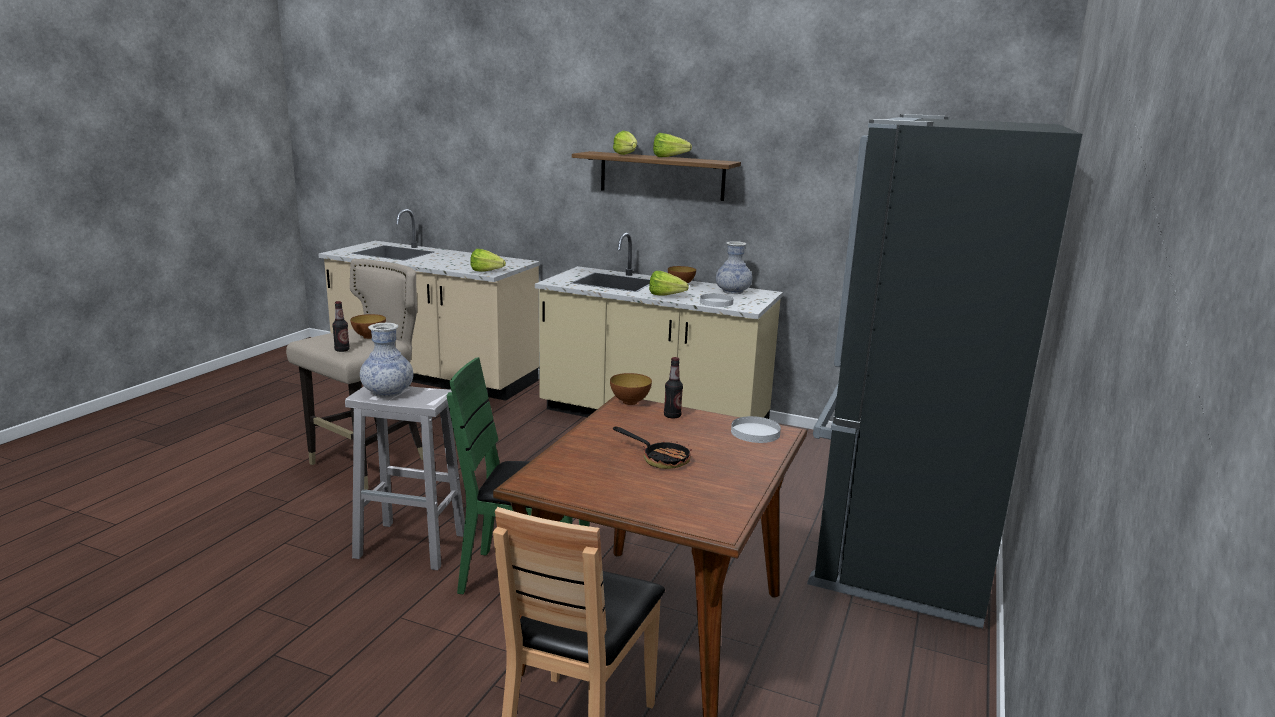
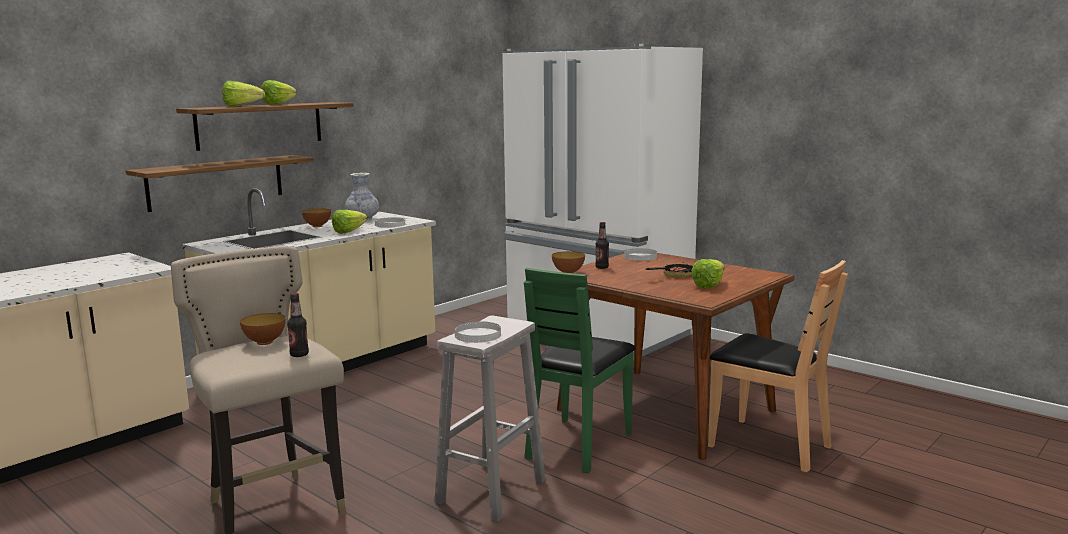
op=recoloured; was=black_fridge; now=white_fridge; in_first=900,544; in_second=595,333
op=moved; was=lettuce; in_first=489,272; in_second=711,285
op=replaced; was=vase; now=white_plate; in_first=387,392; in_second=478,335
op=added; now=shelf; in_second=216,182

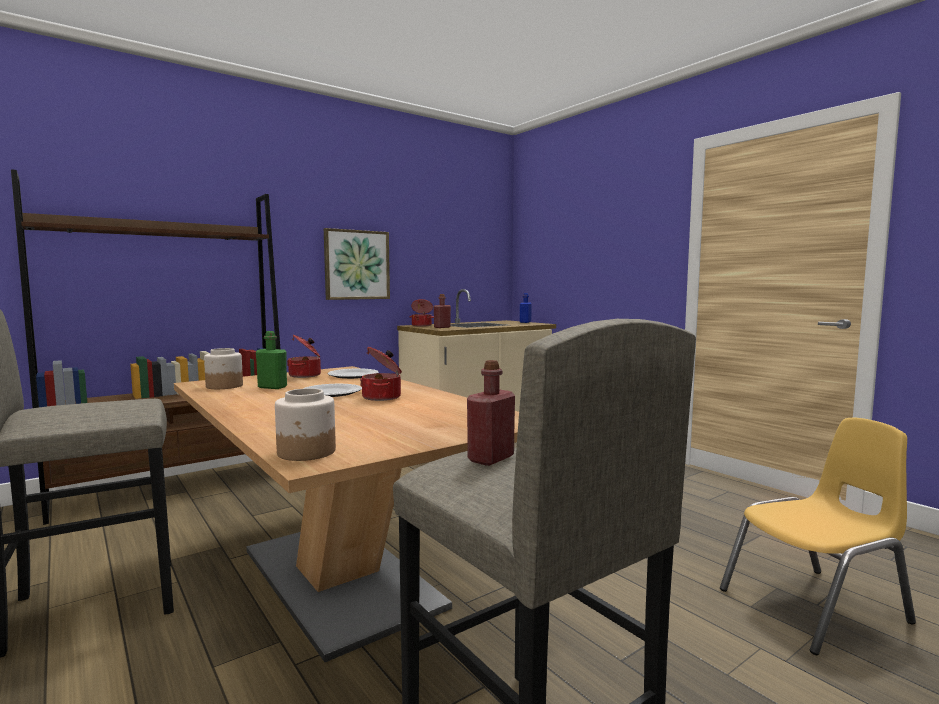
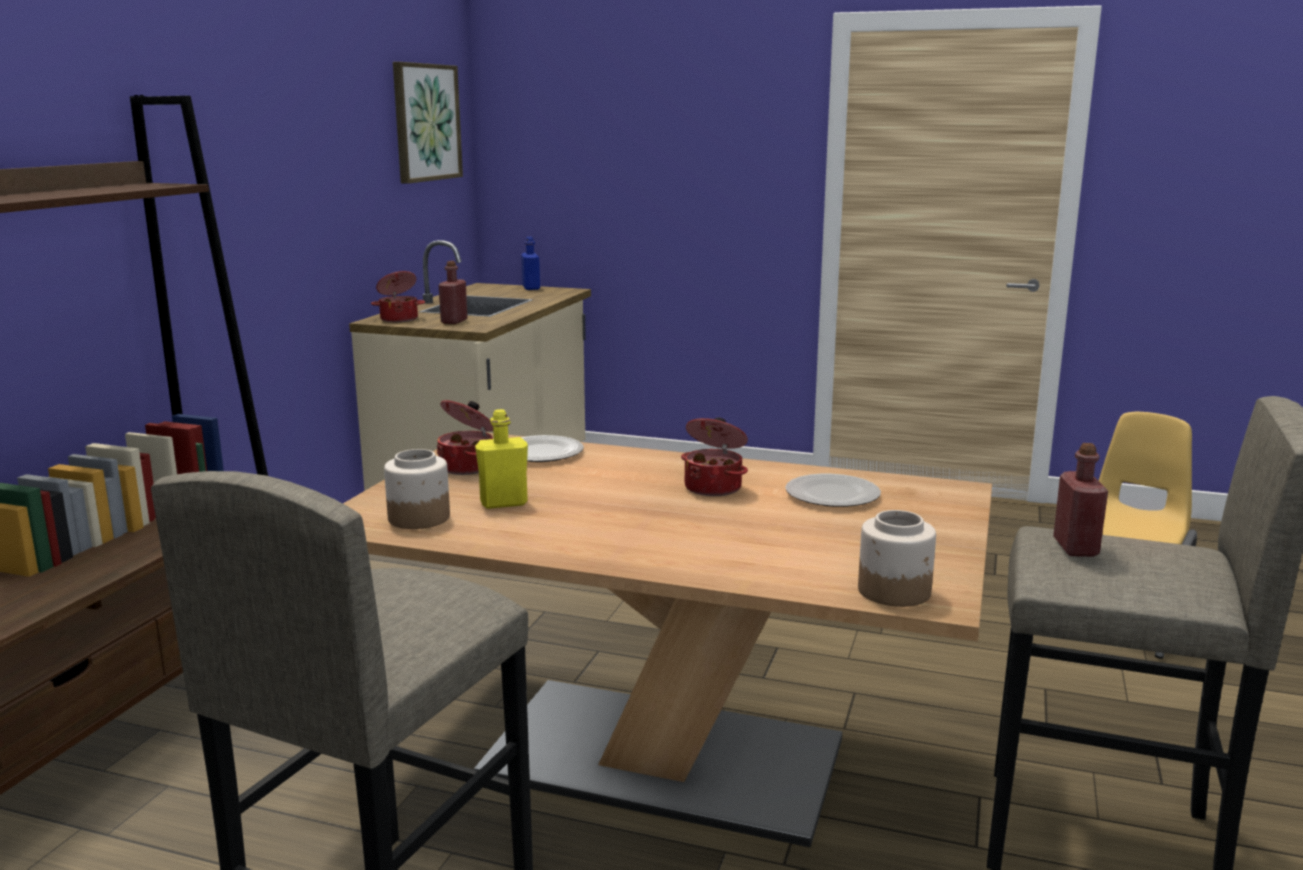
op=moved; was=picture; in_first=356,265; in_second=425,122
op=recoloured; was=green_bottle; now=yellow_bottle; in_first=272,387; in_second=503,503
op=moved; was=plate; in_first=332,393; in_second=833,495

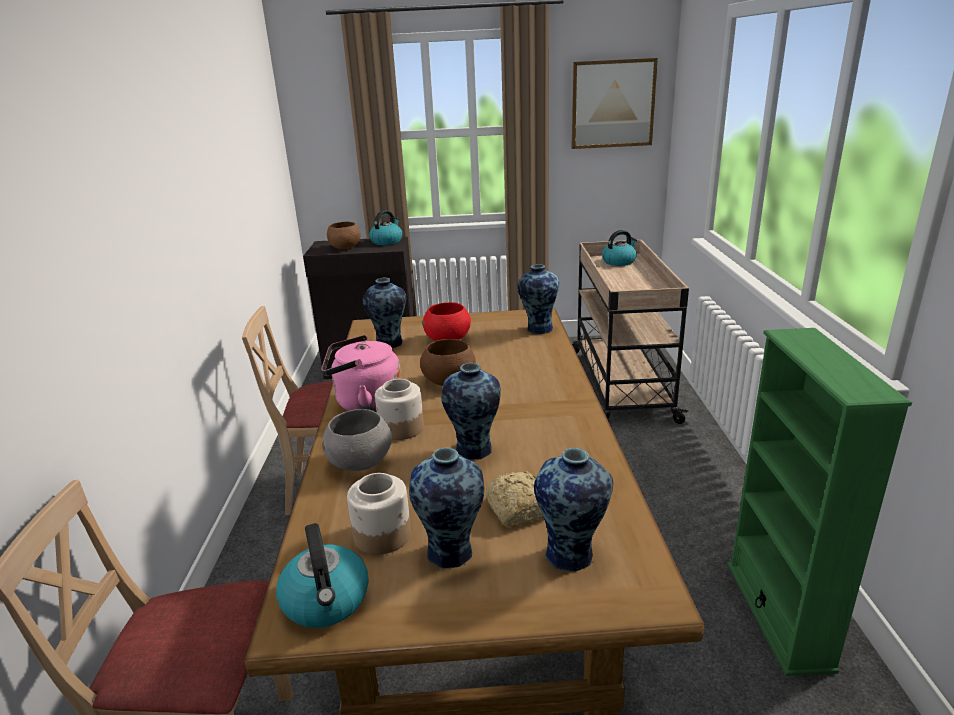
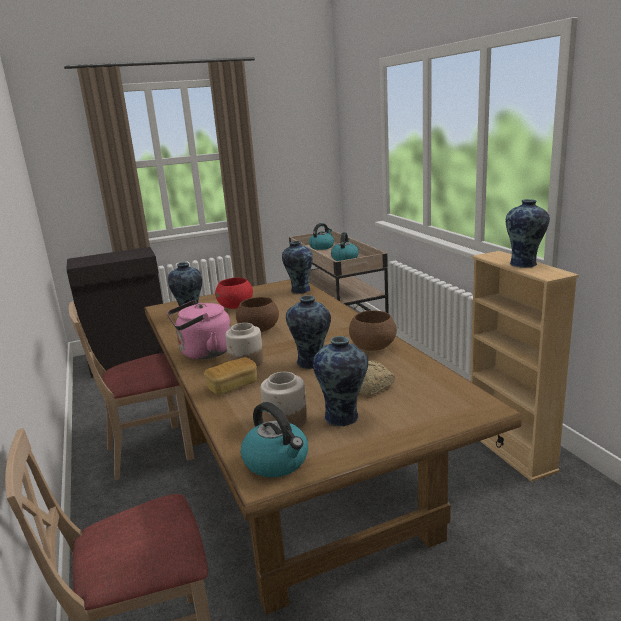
op=removed; was=picture; in_first=612,104
op=moved; was=kettle; in_first=387,241; in_second=345,258
op=moved; was=brown_bowl; in_first=344,248; in_second=372,347
op=recoloured; was=green_bookcase; now=beige_bookcase; in_first=778,614; in_second=510,450
op=replaced; was=grey_bowl; now=bread; in_first=361,463; in_second=232,386
op=moved; was=vase; in_first=572,555; in_second=524,264

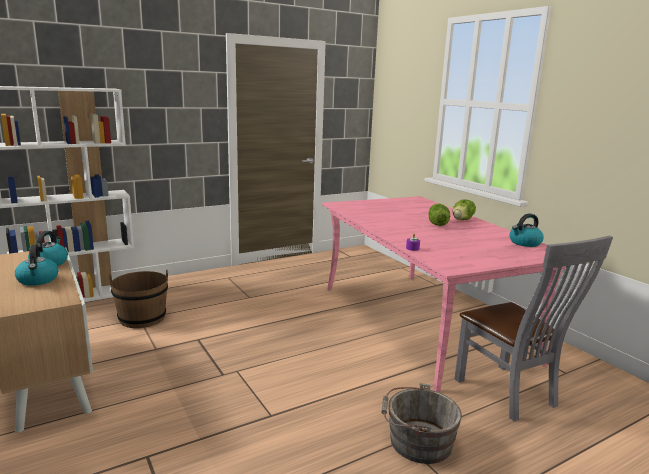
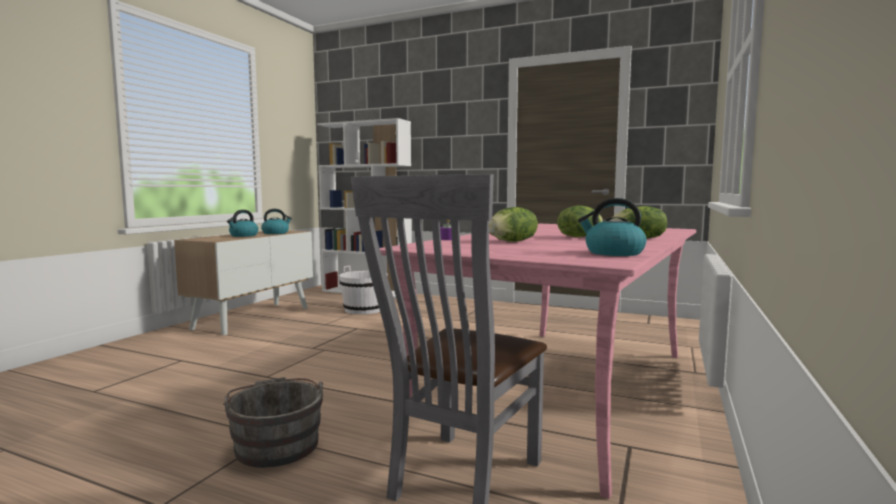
op=recoloured; was=brown_bucket; now=white_bucket; in_first=142,318; in_second=364,309
op=added; now=lettuce; in_second=513,241

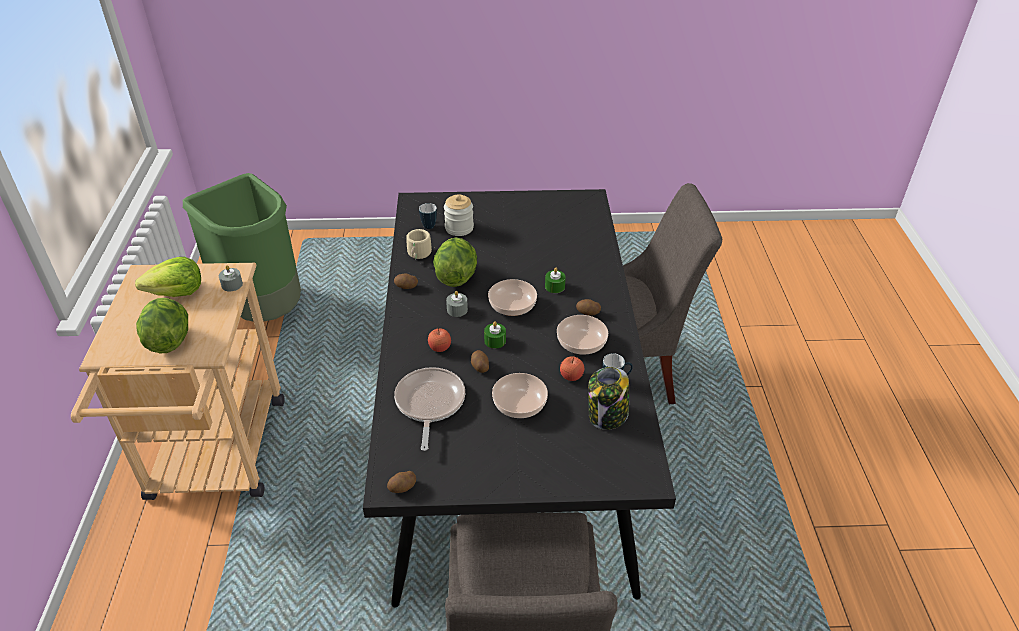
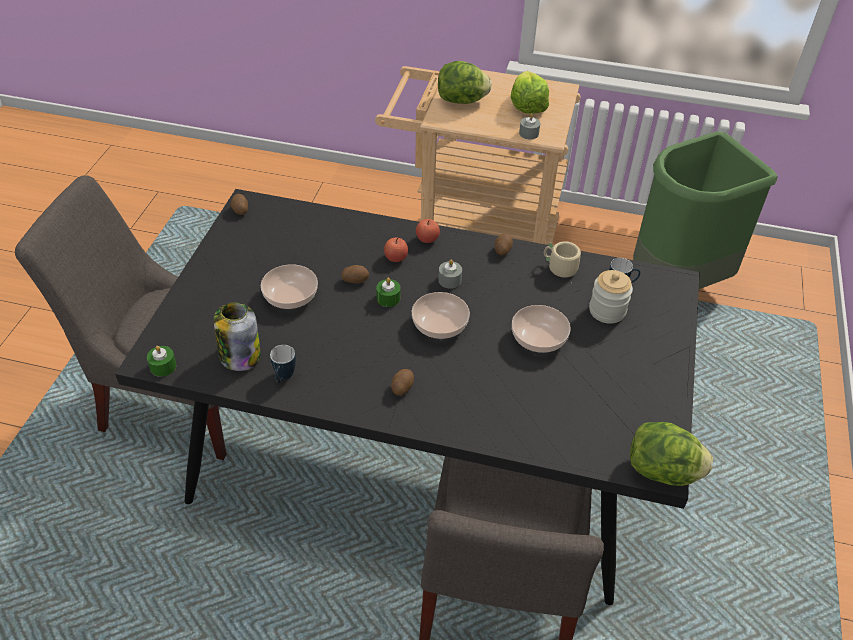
op=moved; was=lettuce; in_first=456,276; in_second=663,471
op=moved; was=green_candle; in_first=554,286; in_second=163,366
op=moved; was=bowl; in_first=582,343; in_second=538,338
op=moved; was=apple; in_first=571,376; in_second=427,239
op=removed; was=frying_pan; in_first=429,404

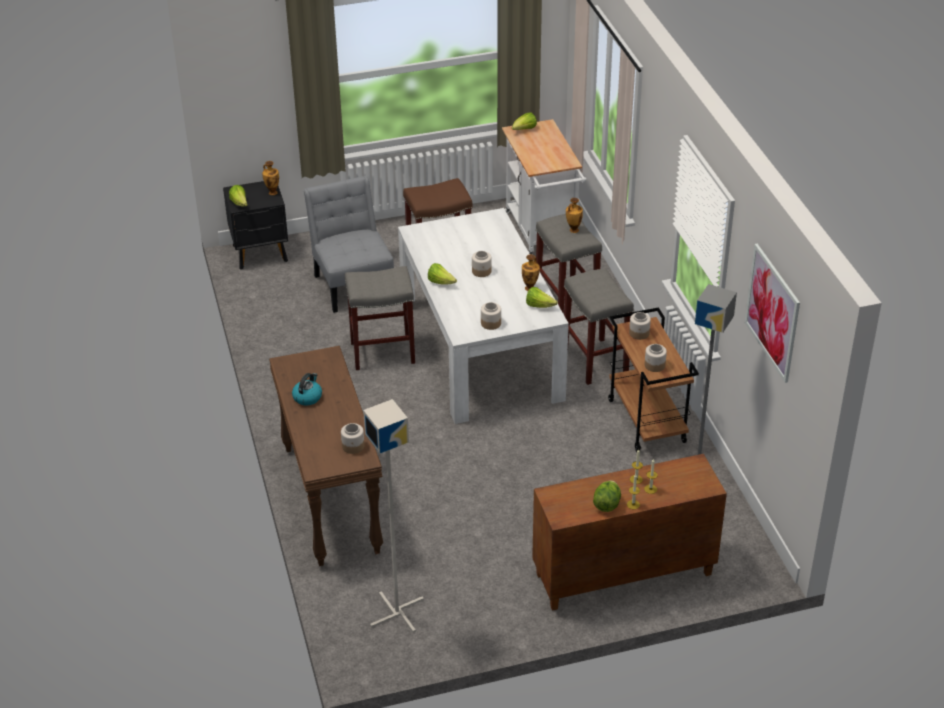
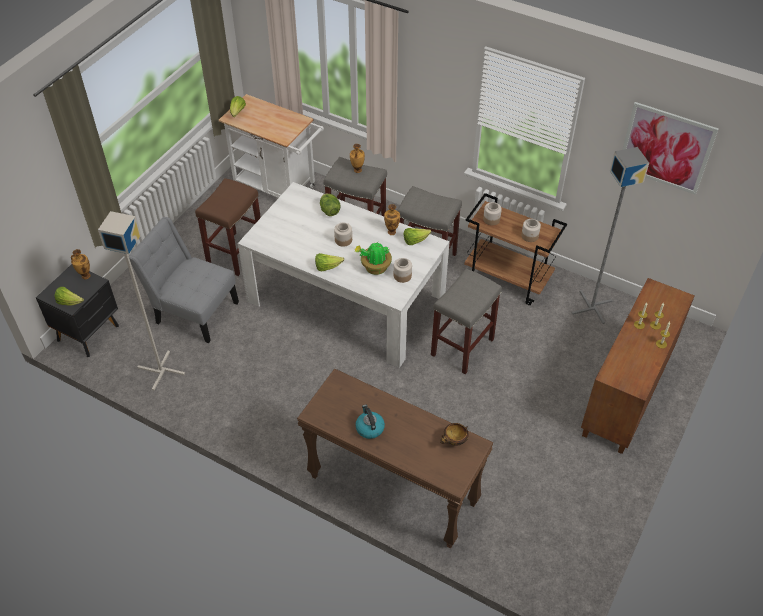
op=moved; was=grey_stool; in_first=381,353; in_second=462,348
op=moved; was=grey_floor_lamp; in_first=397,612; in_second=161,370
op=replaced; was=jar; now=bowl; in_first=353,446; in_second=454,442
op=moved; was=lettuce; in_first=606,504; in_second=329,211
op=added; now=potted_plant; in_second=375,268

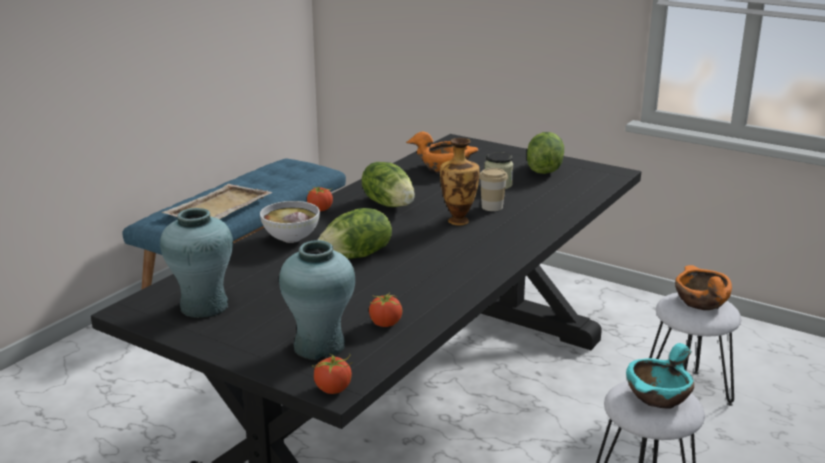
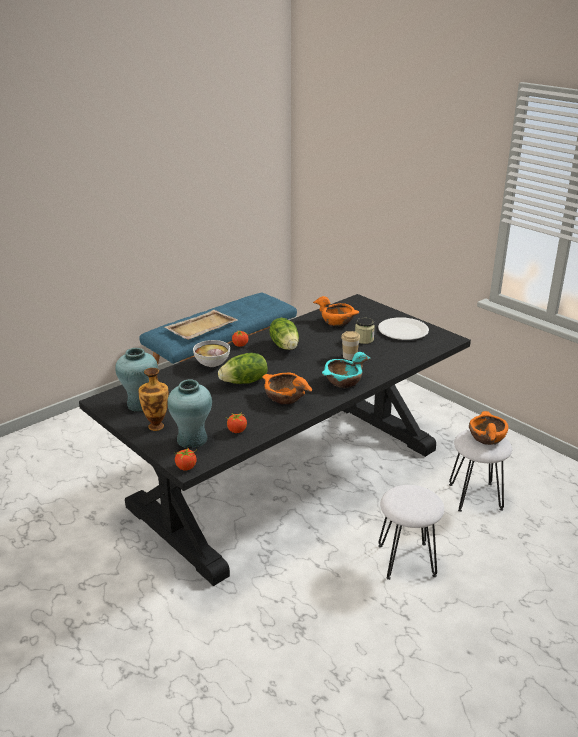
op=replaced; was=lettuce; now=white_plate; in_first=543,169; in_second=403,330
op=moved; was=vase; in_first=458,220; in_second=156,426
op=moved; was=turquoise_bowl; in_first=658,396; in_second=343,382
op=added; now=orange_bowl; in_second=284,397

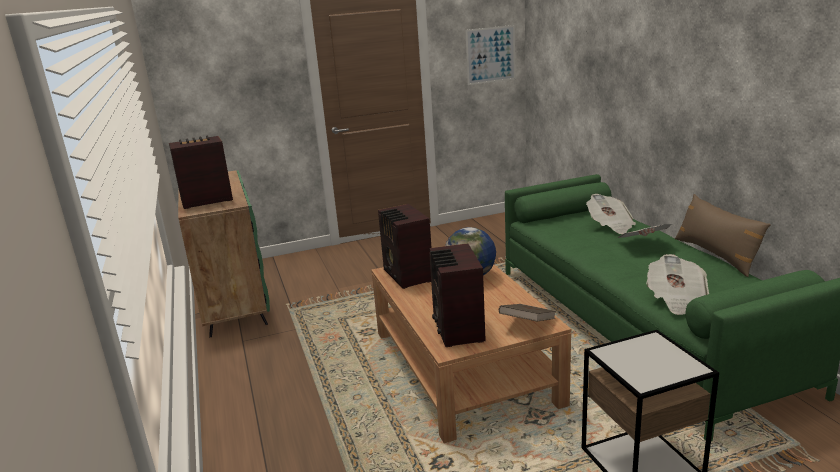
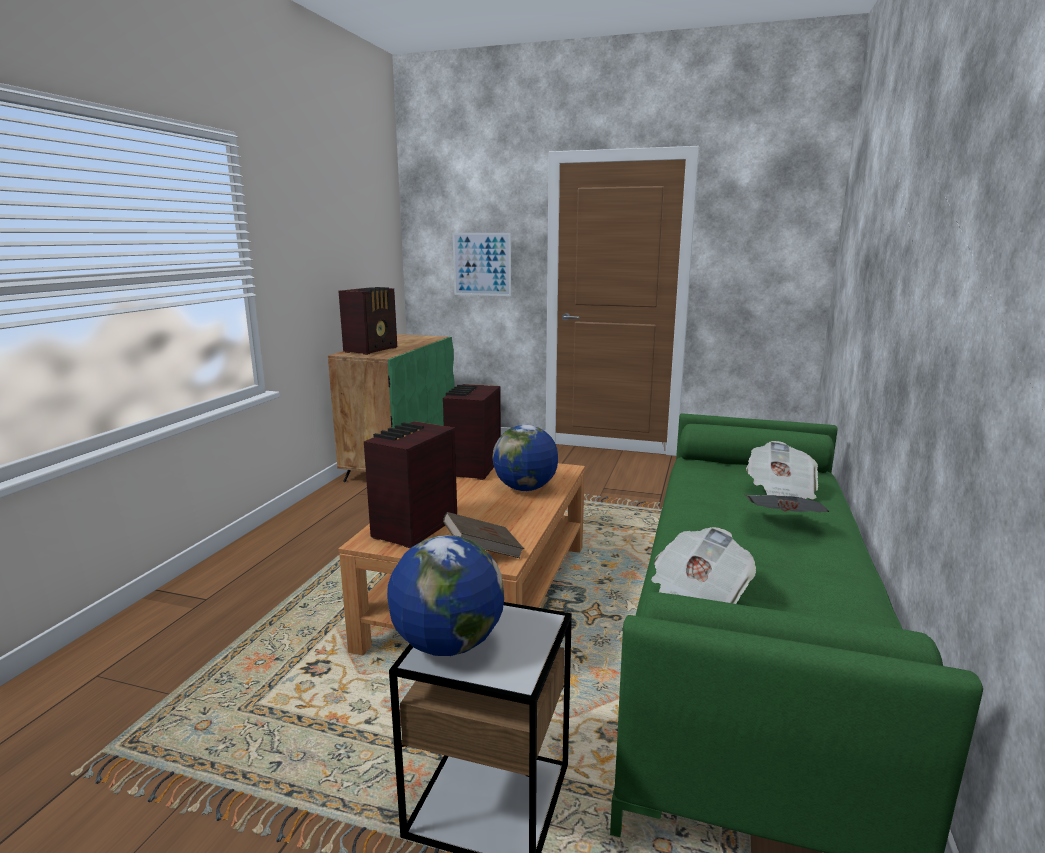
op=moved; was=picture; in_first=490,55; in_second=482,264
op=turned; was=radio; in_first=205,201; in_second=372,350; clockwise=105
op=removed; was=brown_pillow; in_first=716,255
op=added; now=globe; in_second=447,644

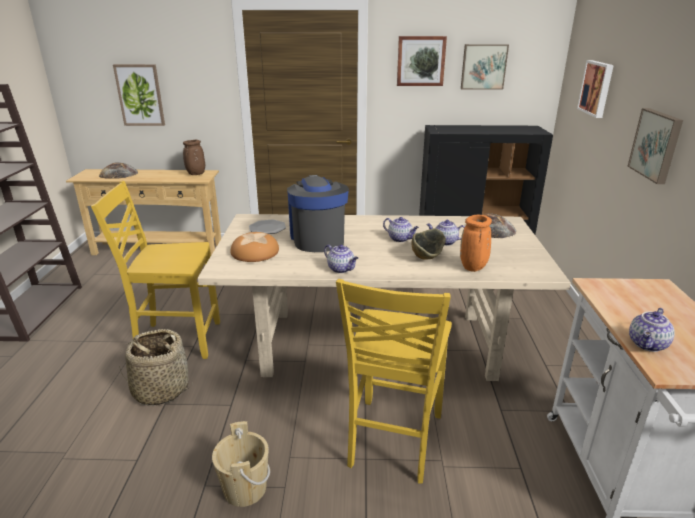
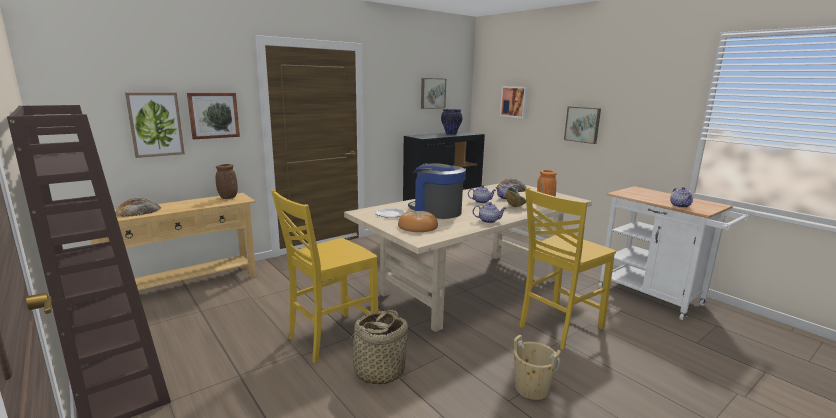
op=moved; was=picture; in_first=421,61; in_second=213,115
op=turned; was=yellow_chair; in_first=392,441; in_second=558,327; clockwise=75
op=added; now=vase; in_second=451,134

